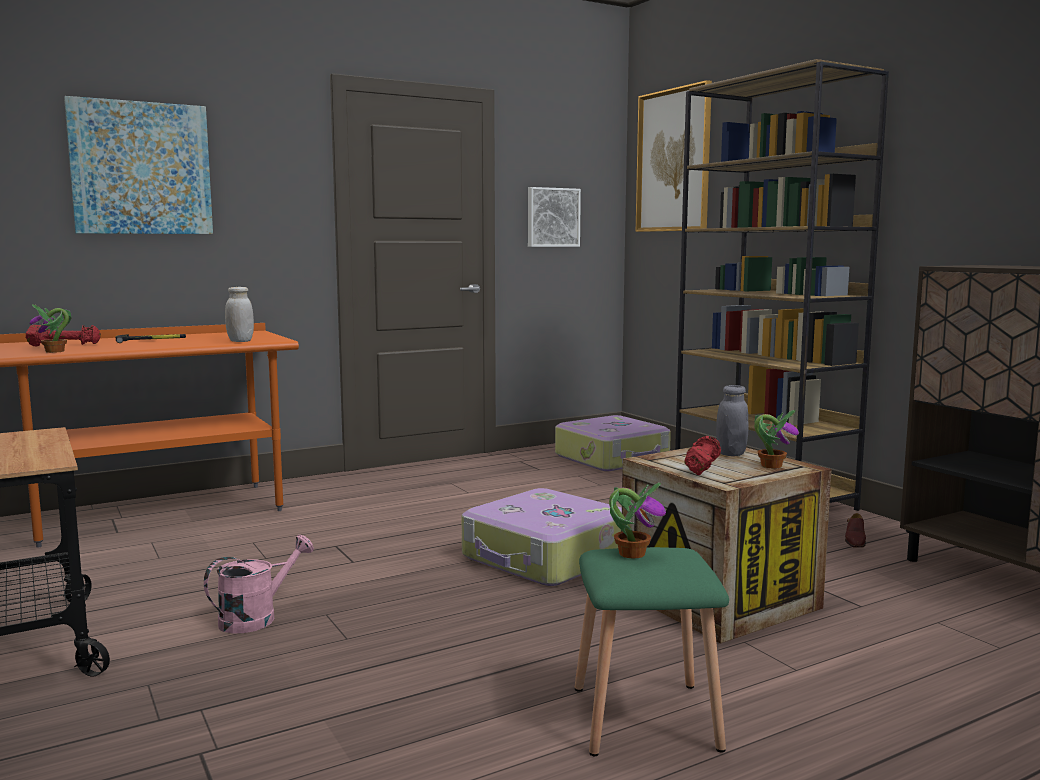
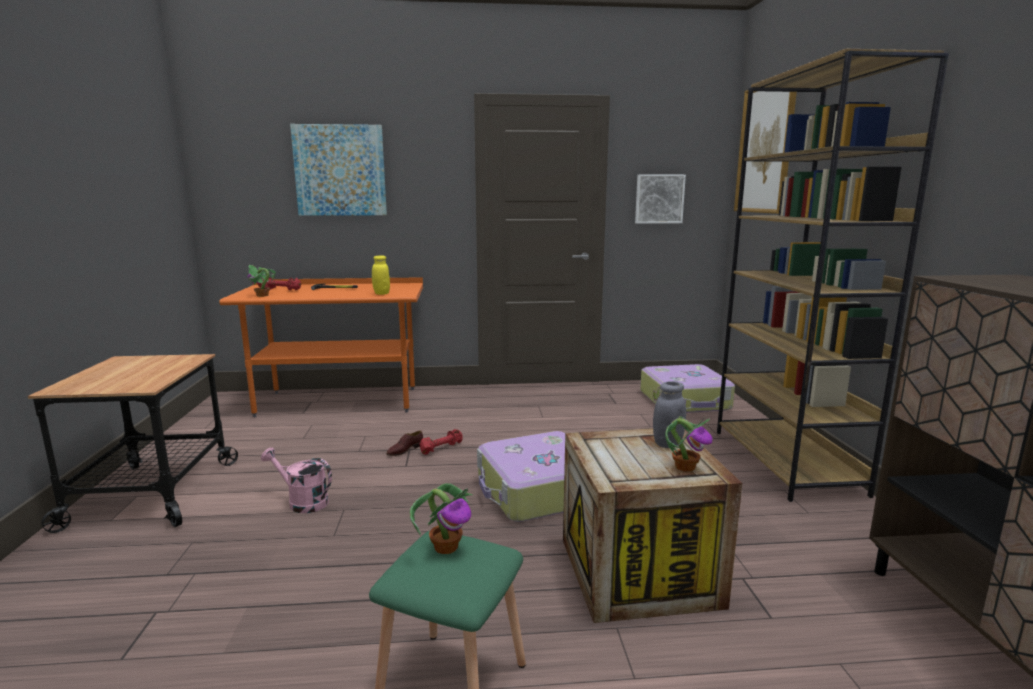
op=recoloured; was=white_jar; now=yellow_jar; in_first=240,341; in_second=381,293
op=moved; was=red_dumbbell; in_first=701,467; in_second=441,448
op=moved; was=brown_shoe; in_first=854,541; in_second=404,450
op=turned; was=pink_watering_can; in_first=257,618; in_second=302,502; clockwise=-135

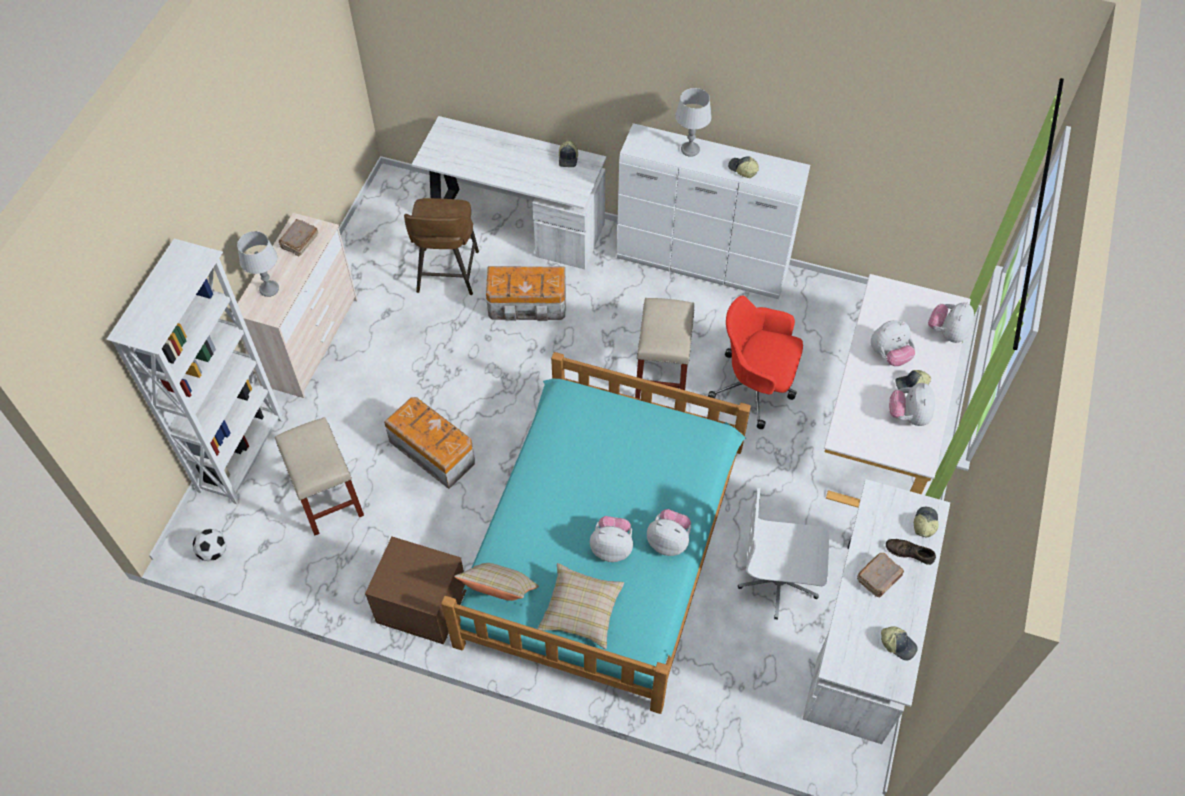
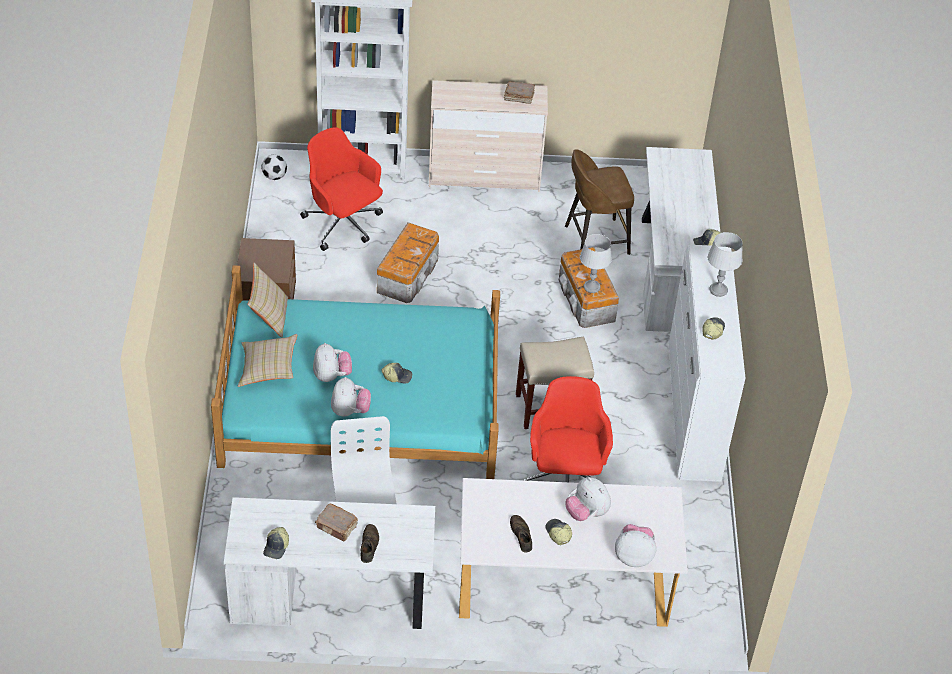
op=moved; was=grey_table_lamp; in_first=269,289; in_second=591,287
op=replaced; was=plush_toy; now=brown_shoe; in_first=908,416; in_second=521,535
op=replaced; was=beige_stool; now=red_office_chair; in_first=327,497; in_second=343,224
op=moved; was=cap; in_first=924,523; in_second=397,376

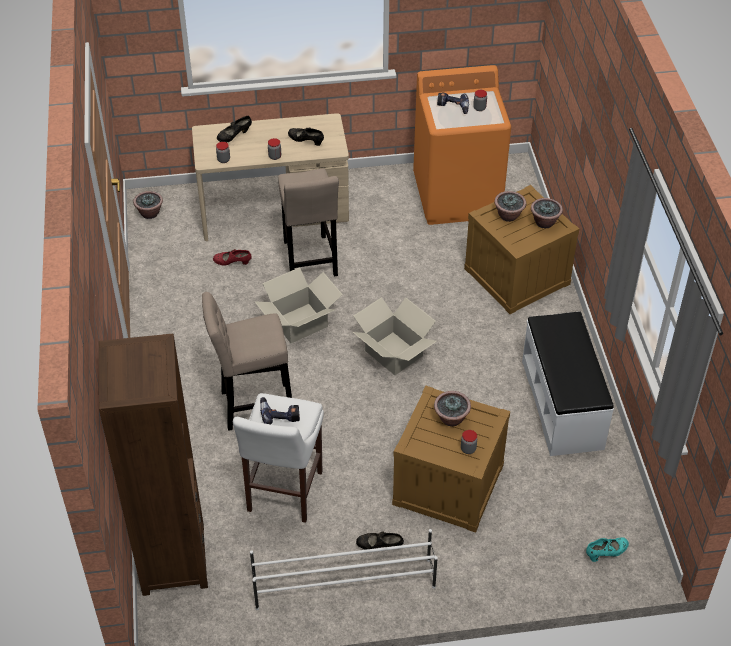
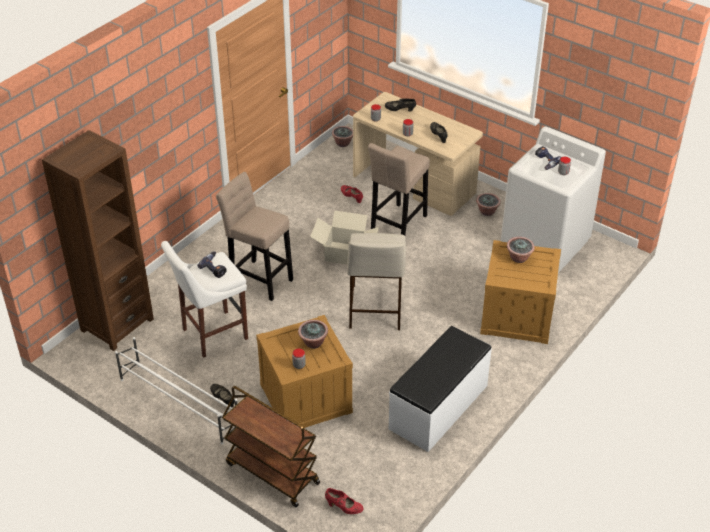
op=recoloured; was=orange_washing_machine; now=white_washing_machine; in_first=457,196; in_second=545,245
op=moved; was=potted_plant; in_first=544,222; in_second=487,212
op=replaced; was=cardboard_box; now=beige_stool; in_first=393,353; in_second=375,306
op=recoloured; was=turquoise_shoe; now=red_shoe; in_first=606,553; in_second=344,507
op=added; now=brown_cart; in_second=271,473

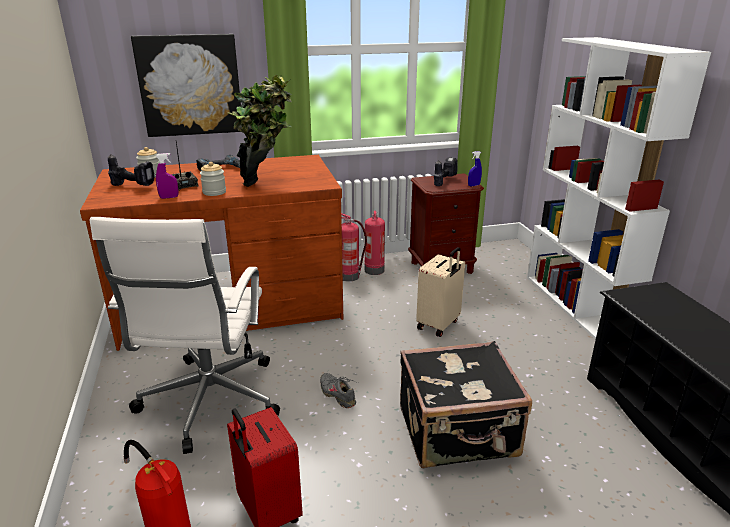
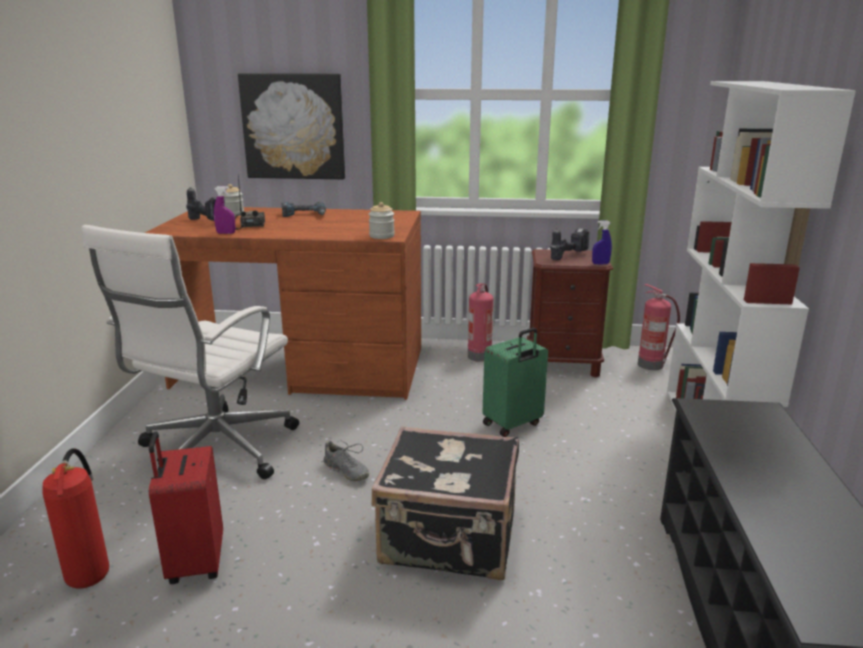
op=removed; was=potted_plant; in_first=265,182
op=moved; was=jar; in_first=214,192; in_second=382,236
op=moved; was=fire_extinguisher; in_first=350,276; in_second=651,365
op=recoloured; was=beige_suitcase; now=green_suitcase; in_first=439,325; in_second=513,424
op=turned; was=grey_shoe; in_first=338,394; in_second=346,471; clockwise=150

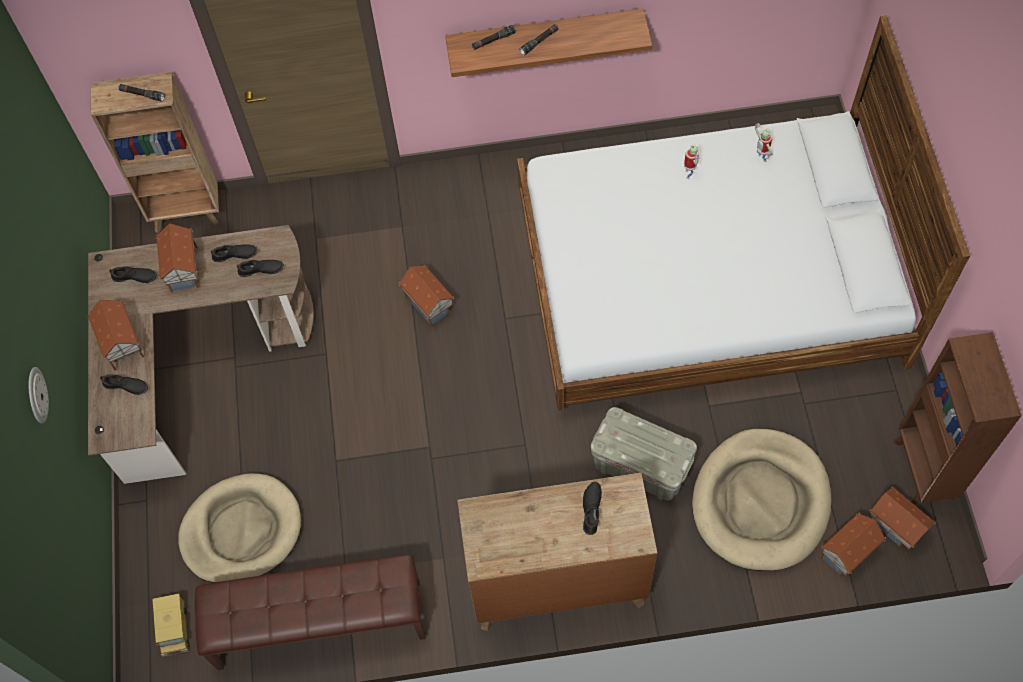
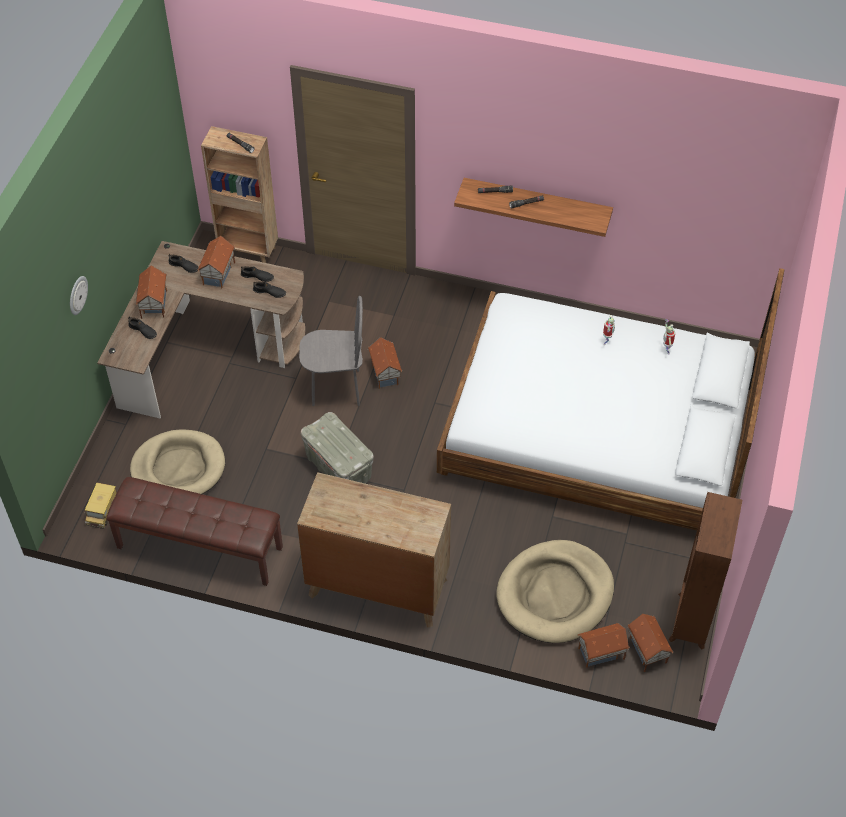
op=moved; was=grey_storage_box; in_first=641,466; in_second=339,467
op=removed; was=black_shoe; in_first=592,509
op=added; now=grey_chair; in_second=336,388

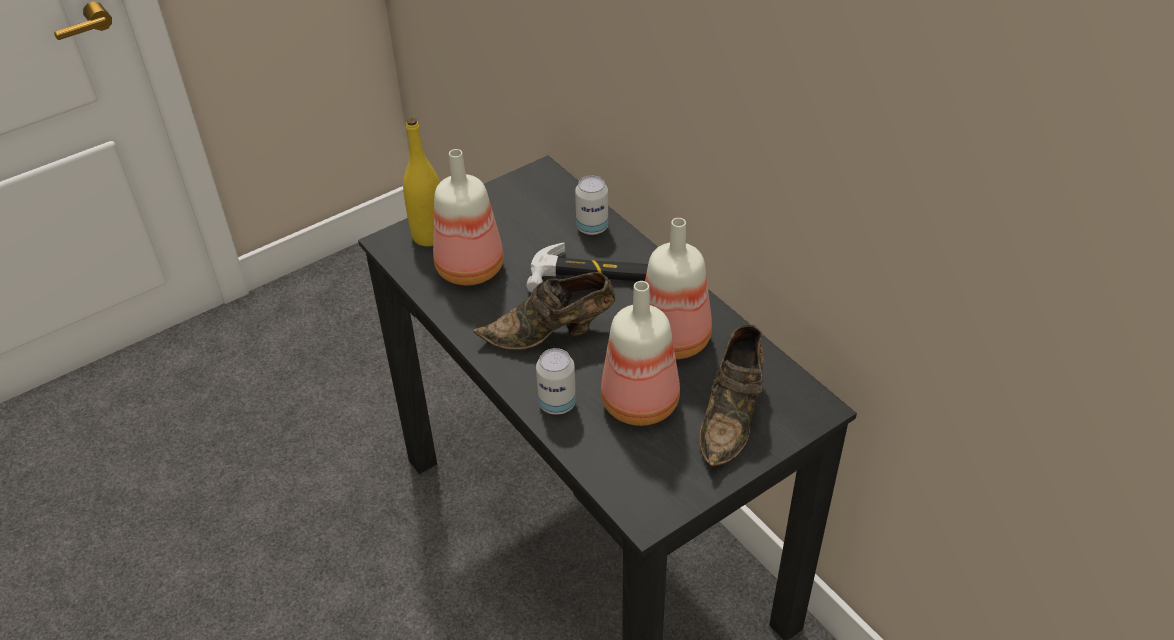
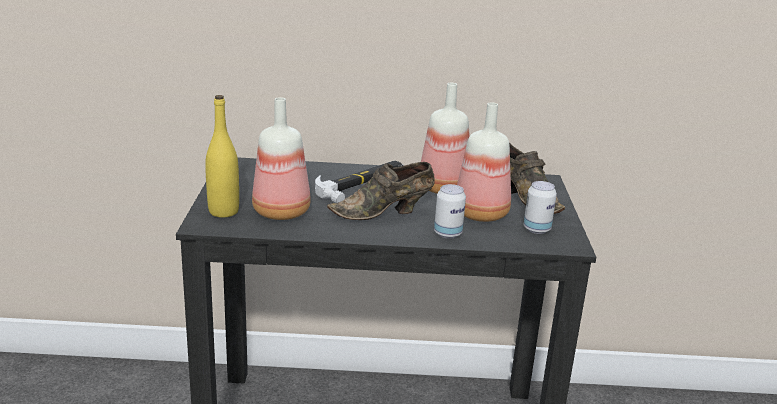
op=moved; was=can; in_first=592,227; in_second=536,229
op=turned; was=brown_shoe; in_first=551,333; in_second=385,213; clockwise=45

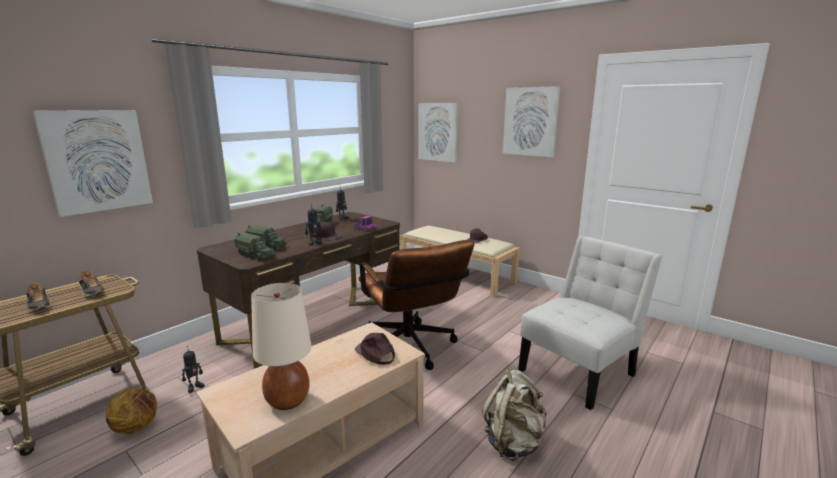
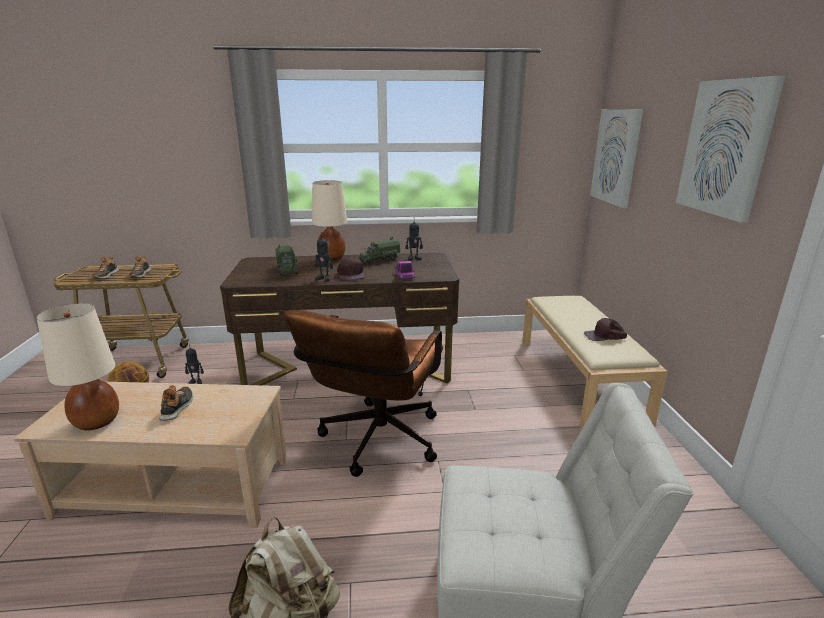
op=removed; was=picture; in_first=97,161
op=removed; was=toy_truck; in_first=256,255
op=removed; was=brown_cap; in_first=375,353
op=added; now=beige_table_lamp; in_second=331,258
op=added; now=shoe; in_second=178,407

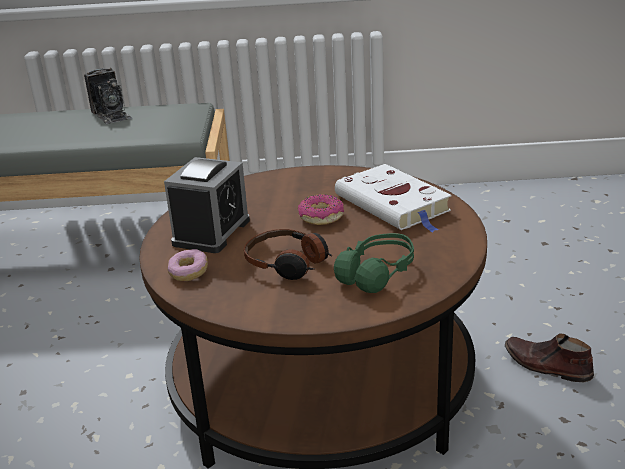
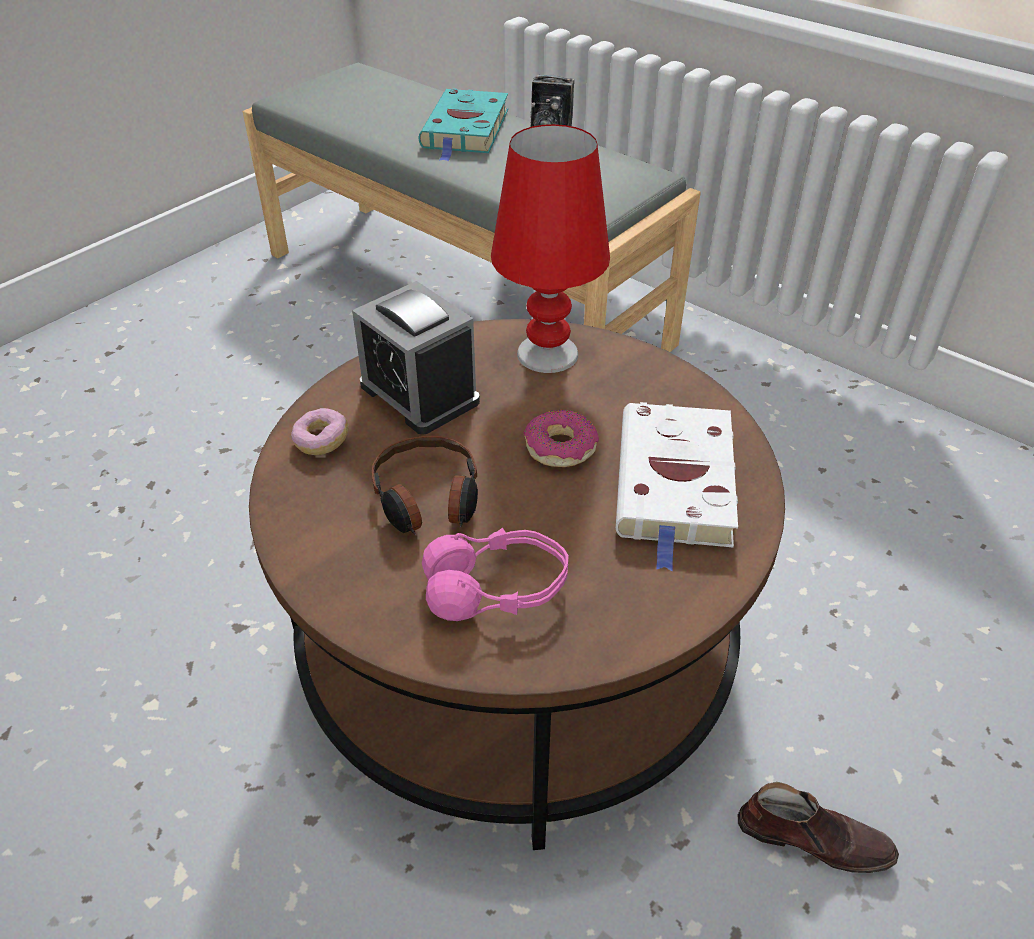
op=turned; was=alarm_clock; in_first=211,232; in_second=419,393; clockwise=75
op=recoloured; was=green_headphones; now=pink_headphones; in_first=377,274; in_second=496,589
op=turned; was=brown_shoe; in_first=546,366; in_second=813,838; clockwise=120
op=added; now=turquoise_book; in_second=465,130
op=added; now=red_table_lamp; in_second=547,354

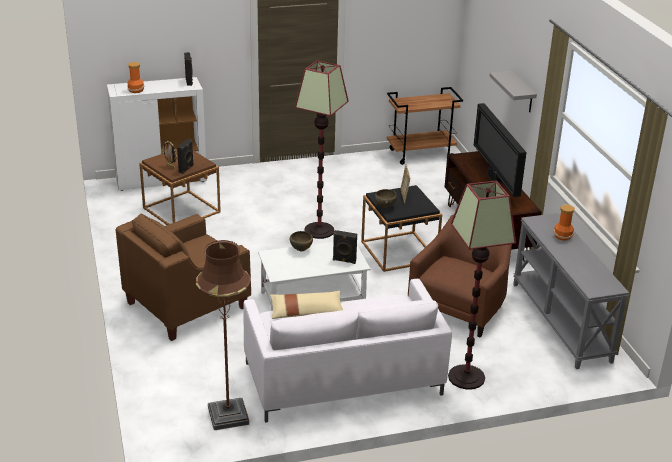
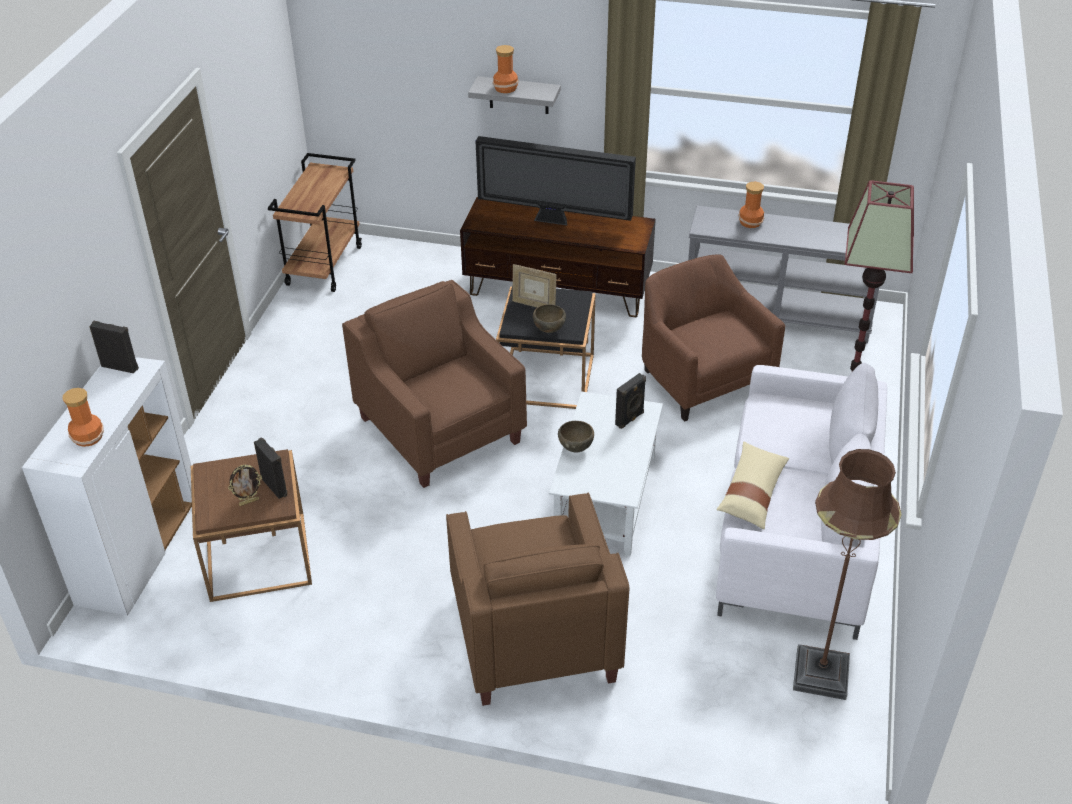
op=replaced; was=floor_lamp; now=brown_armchair; in_first=319,230; in_second=440,429
op=added; now=vase; in_second=505,88

